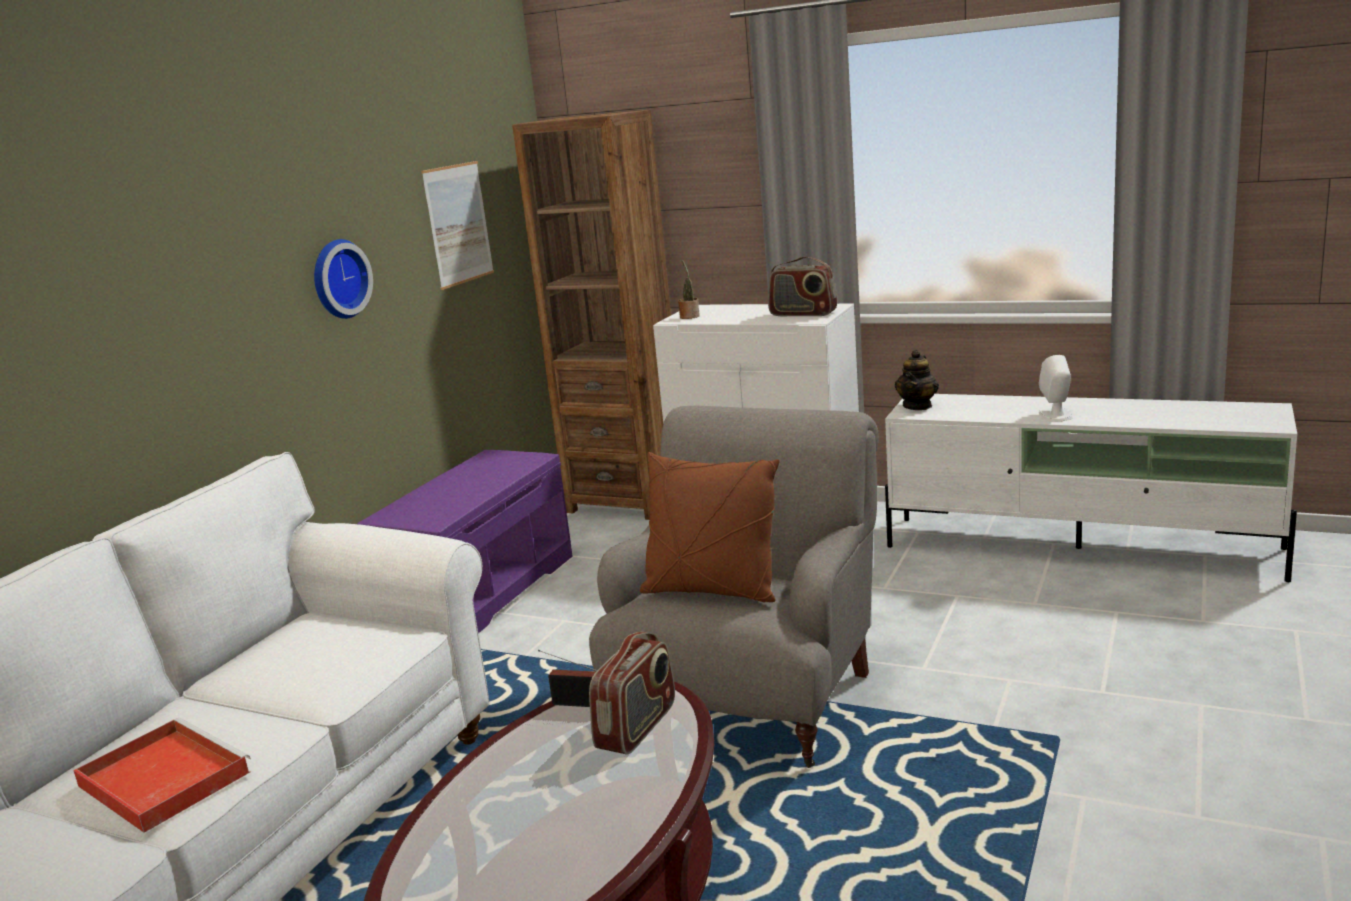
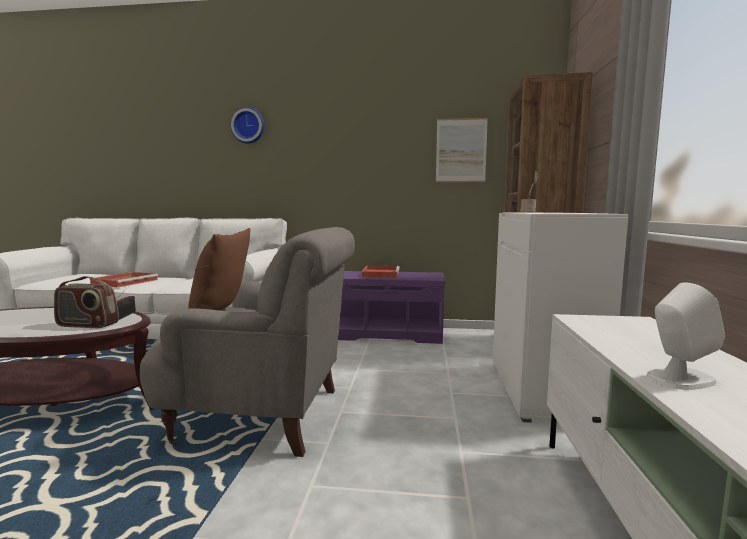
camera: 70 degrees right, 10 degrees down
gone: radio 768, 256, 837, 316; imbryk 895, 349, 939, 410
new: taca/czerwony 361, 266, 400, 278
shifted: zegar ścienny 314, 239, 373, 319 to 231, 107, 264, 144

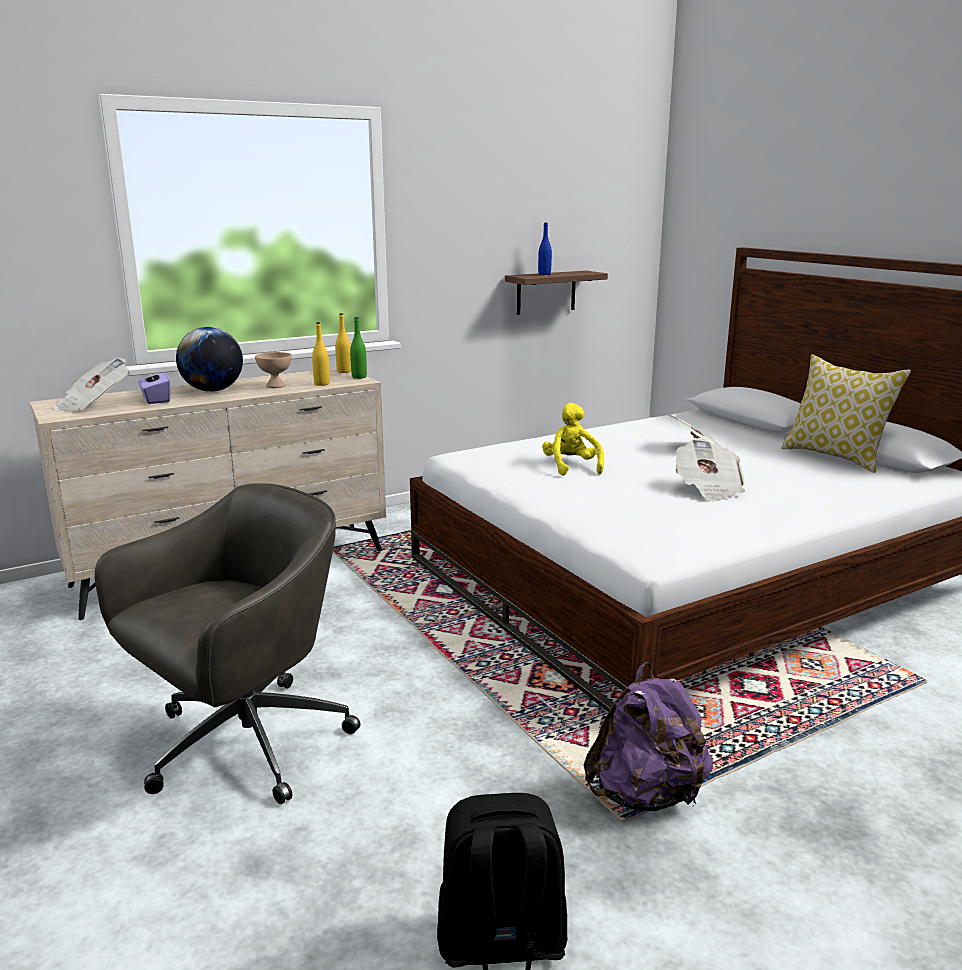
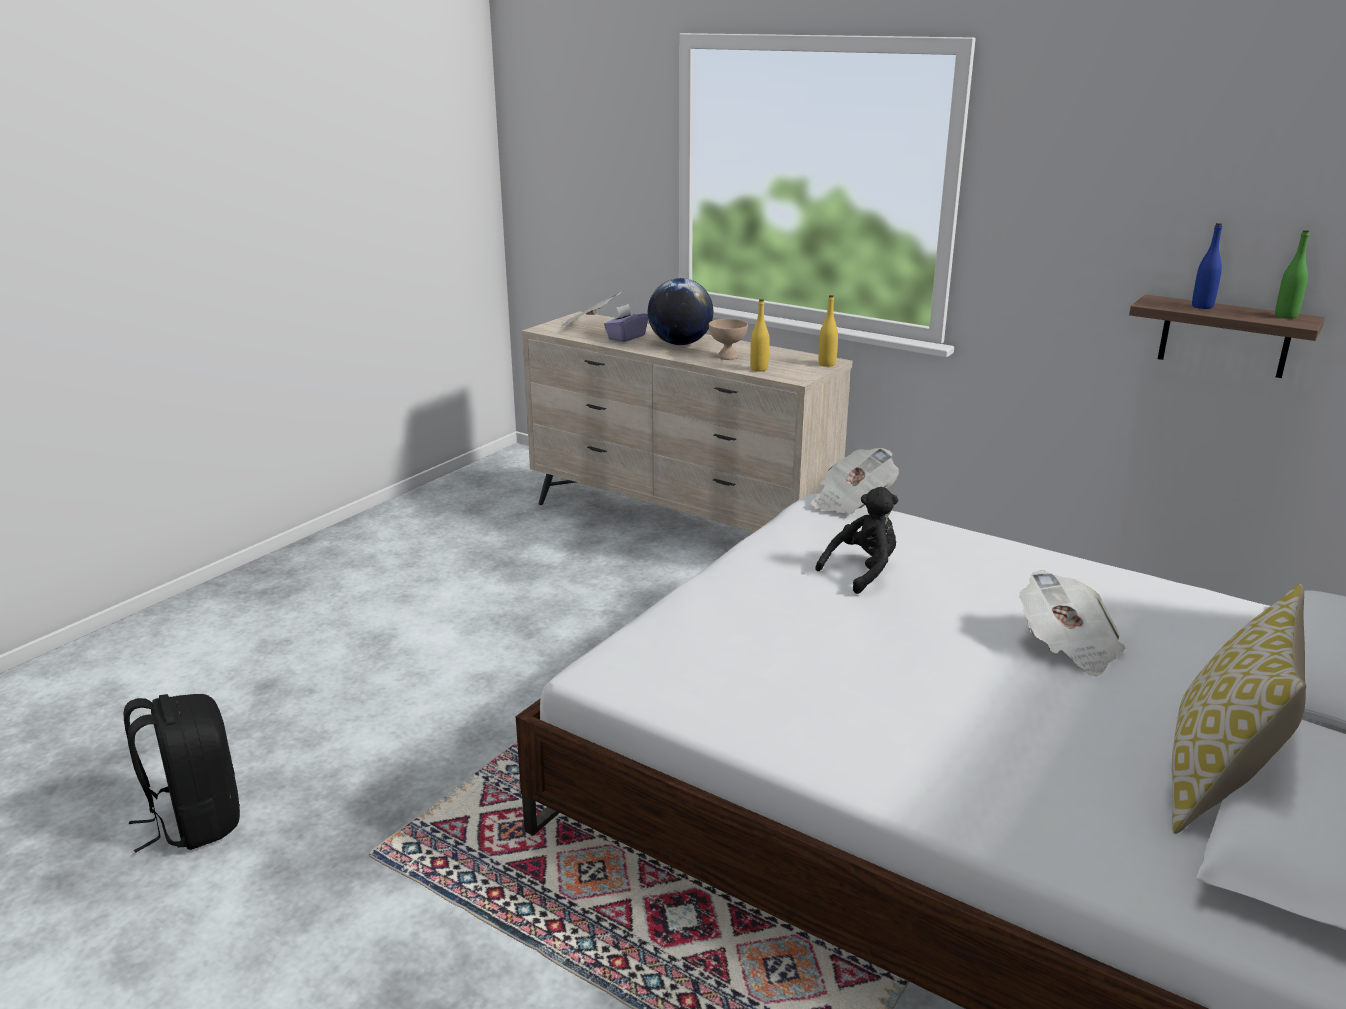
camera: 65 degrees right, 5 degrees up
gone: krzesło biurowe/szary 94, 483, 361, 804; plecak/fioletowy 584, 662, 713, 811
shifted: butelka/zielony 350, 317, 367, 379 to 1275, 230, 1309, 319; gazeta 675, 439, 745, 502 to 811, 448, 899, 514
repainted: pluszak/żółty 542, 403, 604, 476 to pluszak/czarny 815, 487, 898, 594

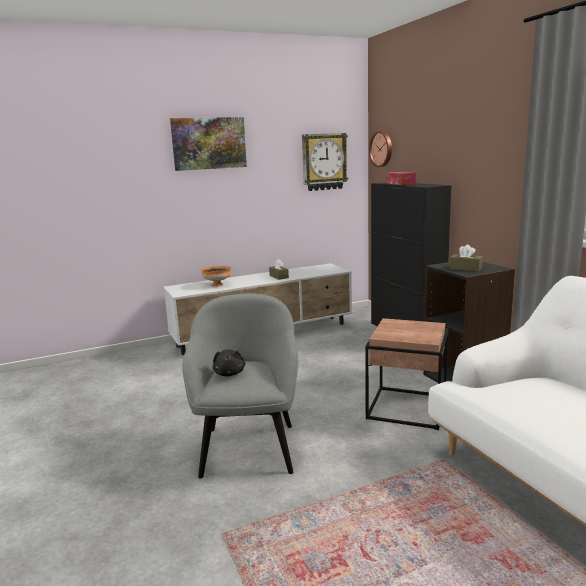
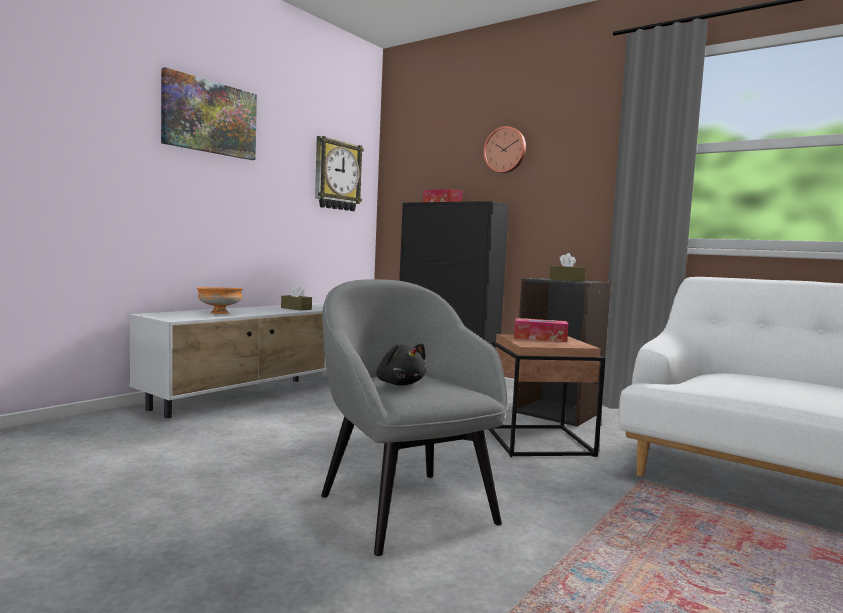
camera: 30 degrees left, 10 degrees down
new: pudełko chusteczek 514, 318, 569, 342
shifted: zegar ścienny 369, 131, 392, 167 to 483, 126, 526, 173

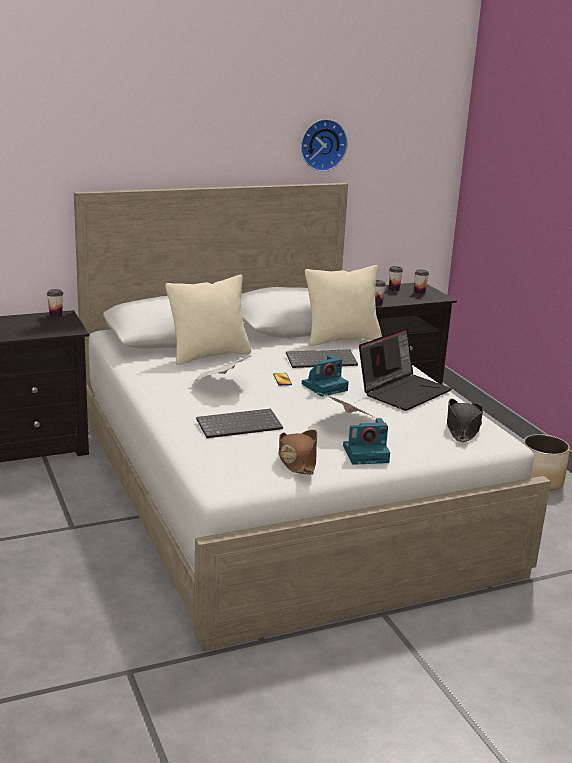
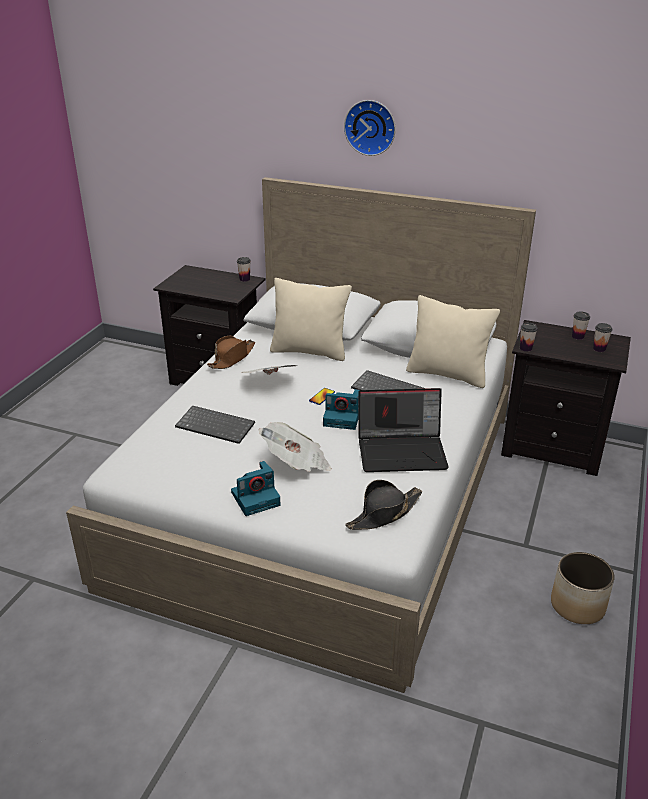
camera: 45 degrees right, 10 degrees up
shifted: zegar ścienny 301, 119, 348, 172 to 344, 100, 396, 156; kapelusz/brązowy 278, 430, 317, 474 to 207, 336, 255, 369
rotated: aparat fotograficzny 343, 418, 390, 465 = 231, 461, 281, 516 60 degrees counterclockwise

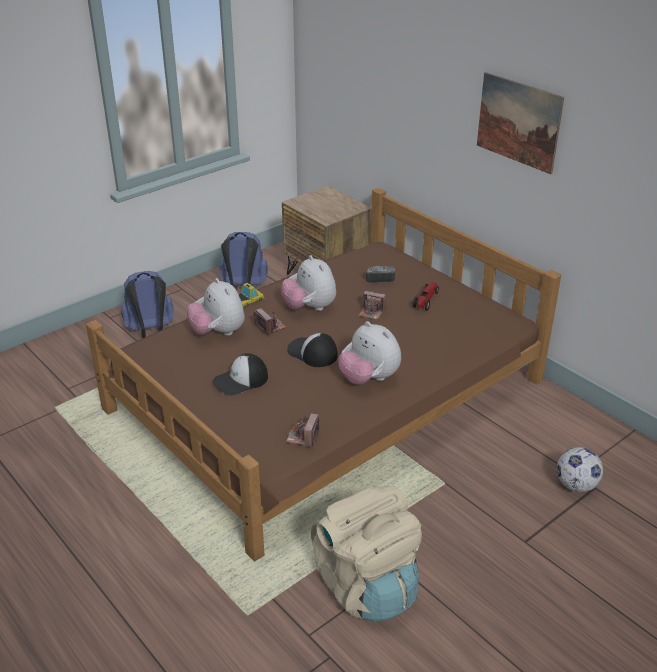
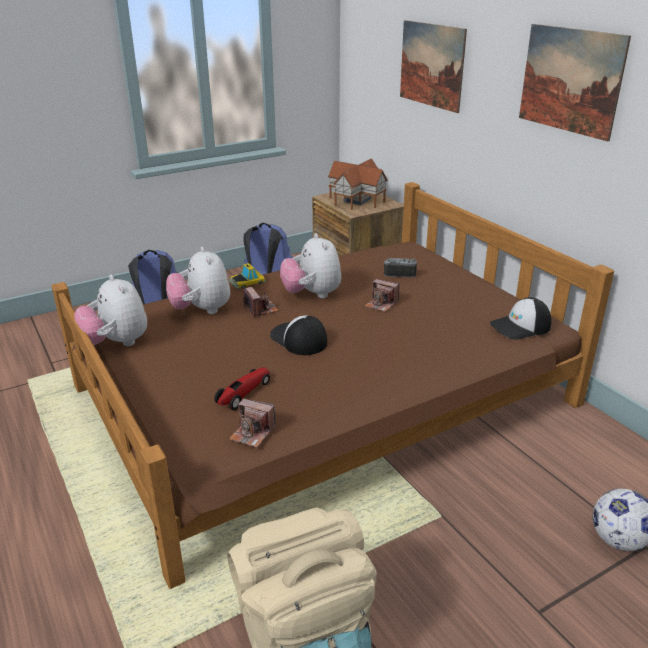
camera: 10 degrees right, 5 degrees down
new: obraz 400, 20, 467, 113; domek 328, 158, 388, 210
shifted: samochodzik 412, 282, 439, 311 to 214, 367, 270, 410; pluszak 338, 321, 401, 385 to 74, 275, 147, 346; czapka z daszkiem 213, 353, 268, 396 to 490, 297, 552, 340
rotated: aparat fotograficzny 286, 413, 319, 447 = 229, 398, 276, 448 90 degrees counterclockwise

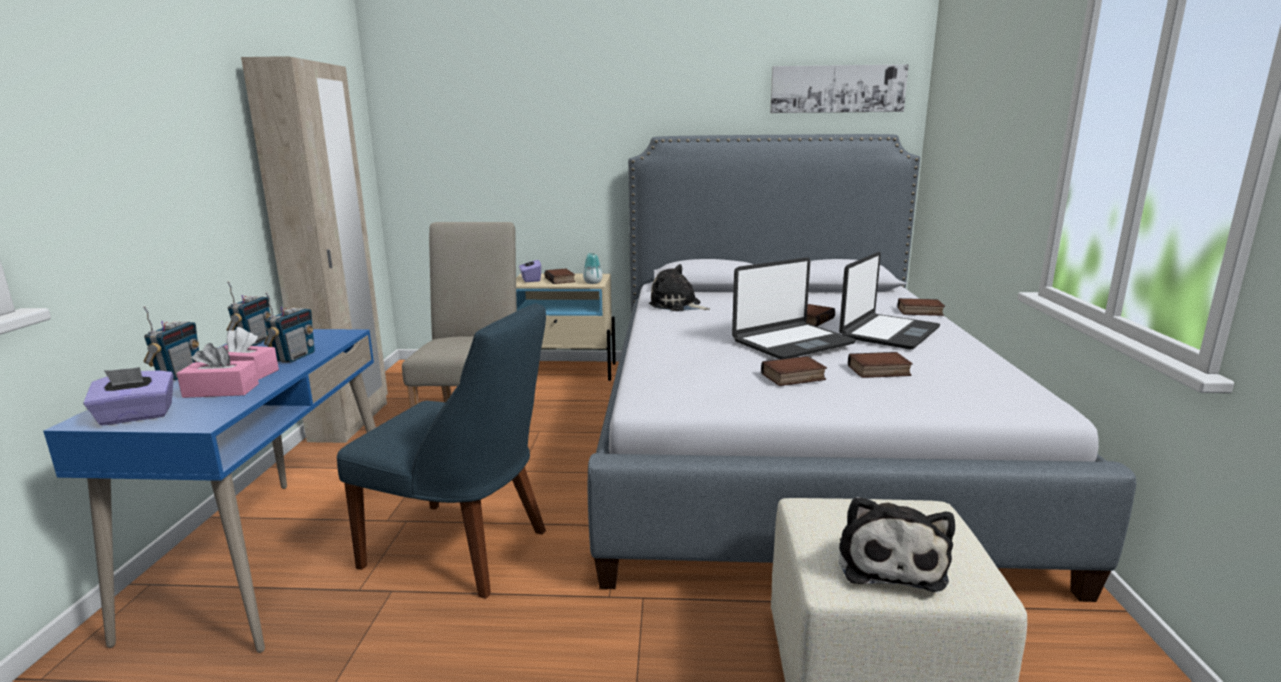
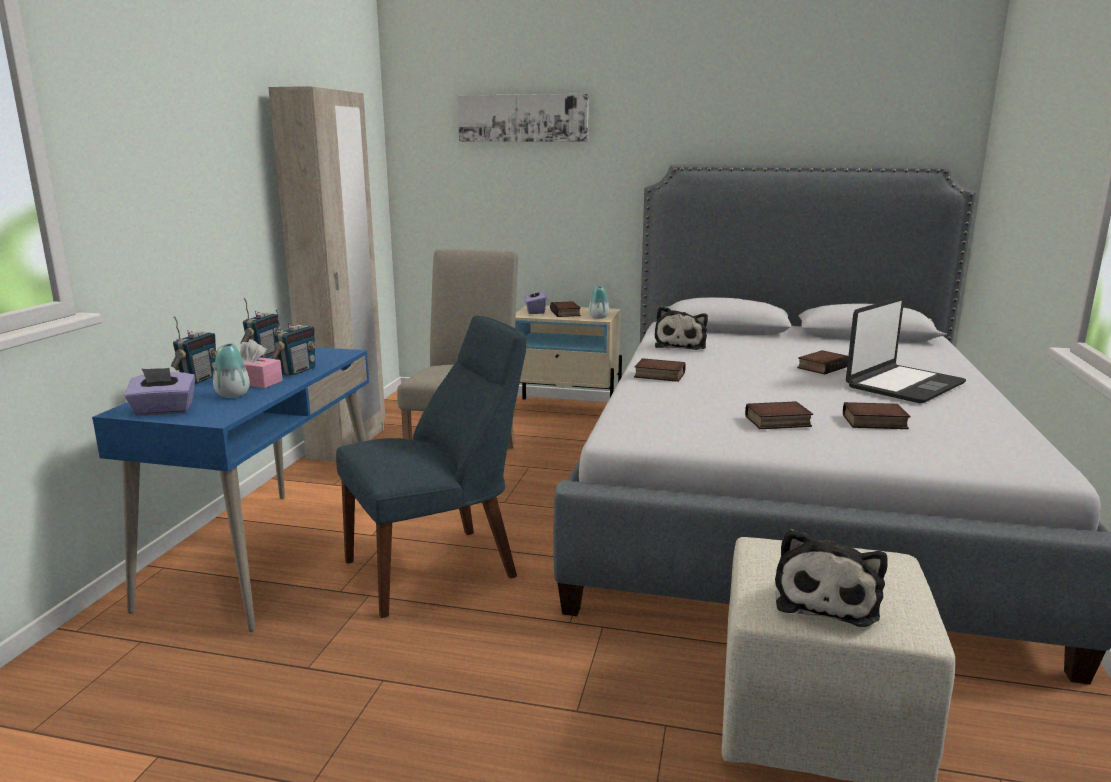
camera: 10 degrees right, 0 degrees up
gone: laptop 732, 257, 856, 359
shifted: obraz 770, 64, 909, 113 to 458, 94, 589, 142; książka 898, 298, 945, 316 to 634, 358, 686, 382
swapped: pudełko chusteczek/różowy 177, 343, 259, 398 to wazon 213, 343, 250, 398
rotated: pluszak 649, 264, 710, 311 = 655, 306, 708, 350 120 degrees counterclockwise; krzesło/niebieski 337, 303, 546, 598 = 336, 316, 527, 618 60 degrees counterclockwise

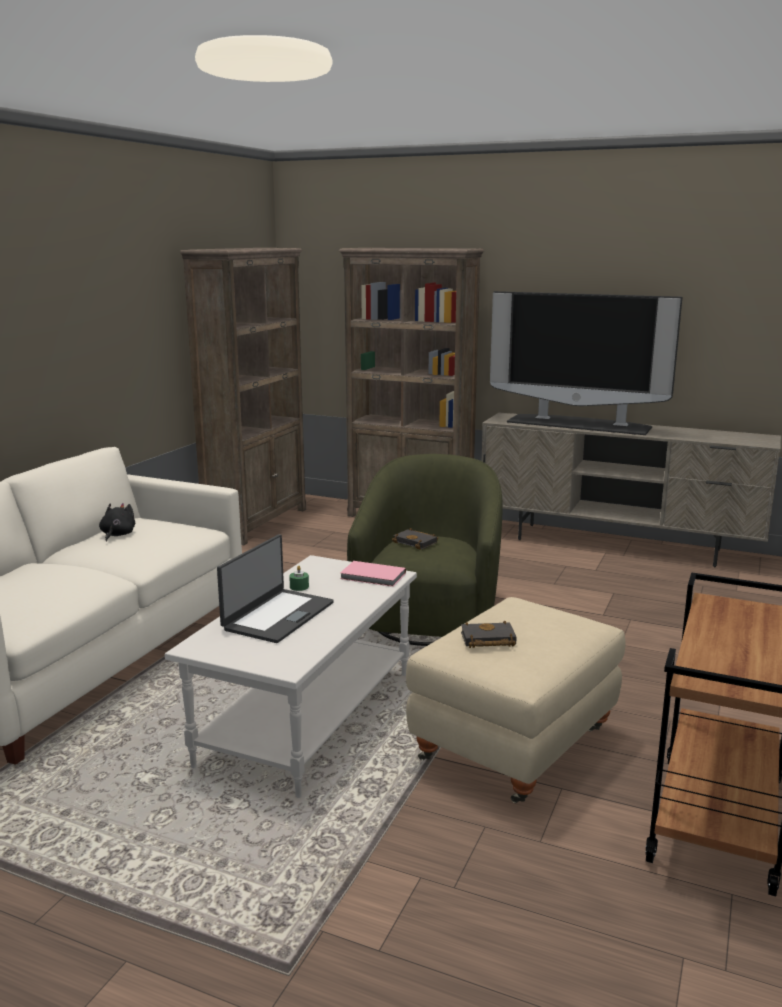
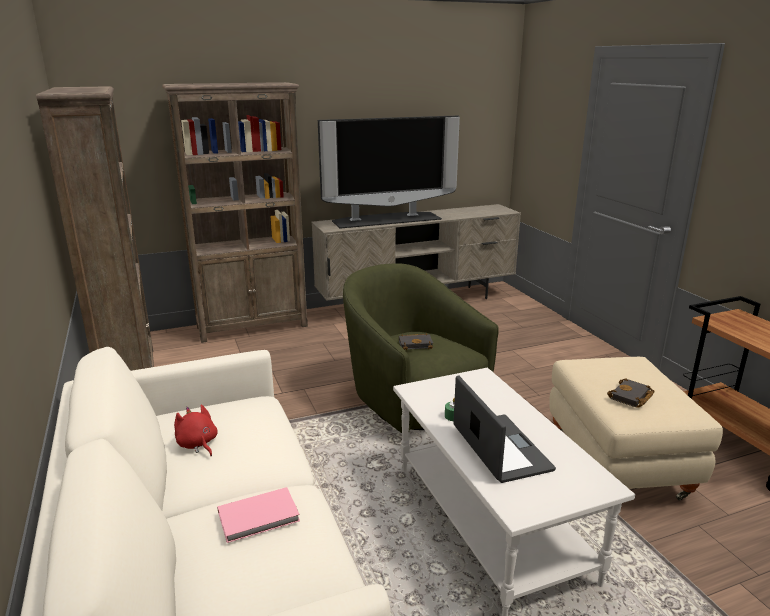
camera: 45 degrees left, 5 degrees up
shifted: książka/różowy 340, 561, 406, 587 to 217, 487, 300, 543
repainted: pluszak/czarny 99, 503, 135, 542 to pluszak/czerwony 174, 404, 218, 456

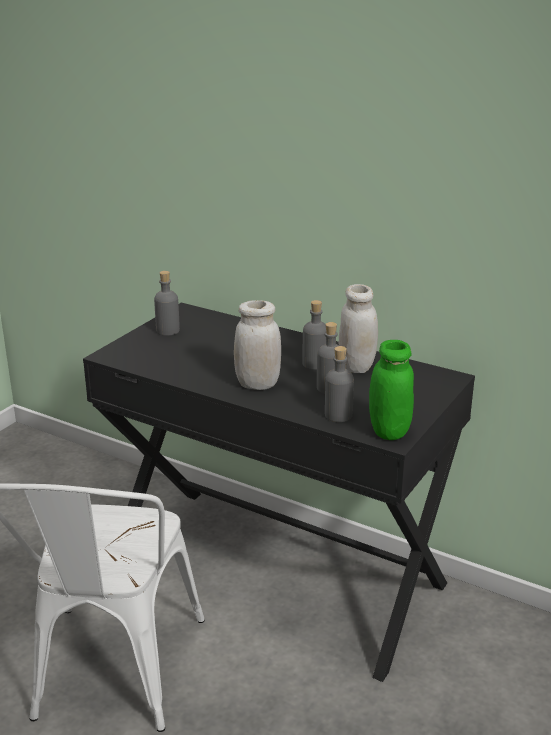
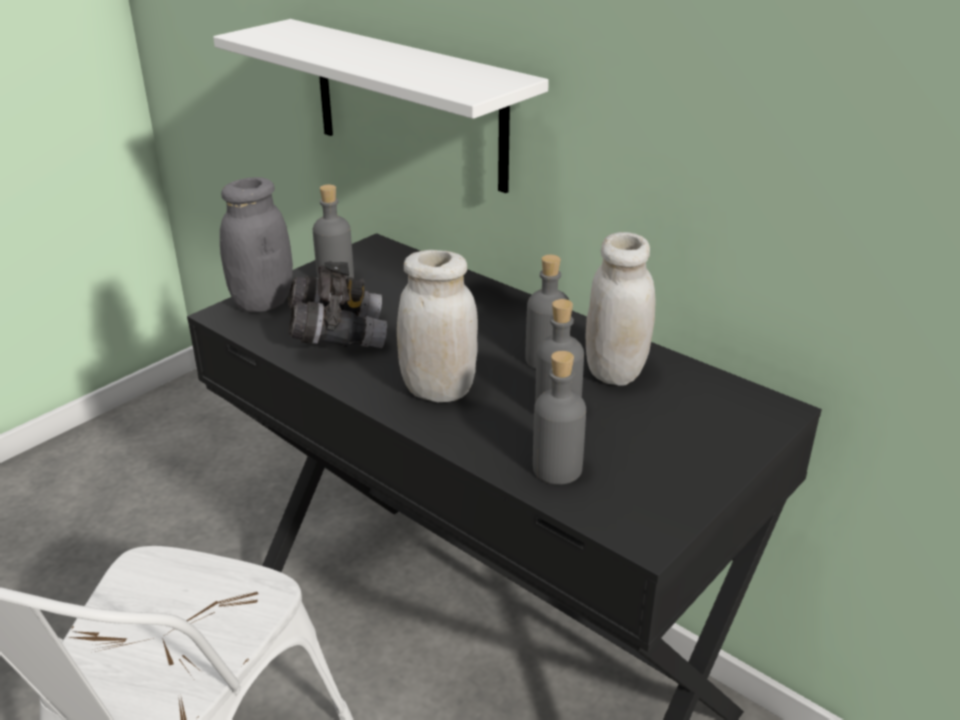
camera: 10 degrees right, 5 degrees up
gone: słoik/zielony 369, 340, 414, 440
new: półka/biały 213, 19, 549, 193; słoik/szary 220, 177, 293, 312; lornetka/szary 288, 261, 387, 348

